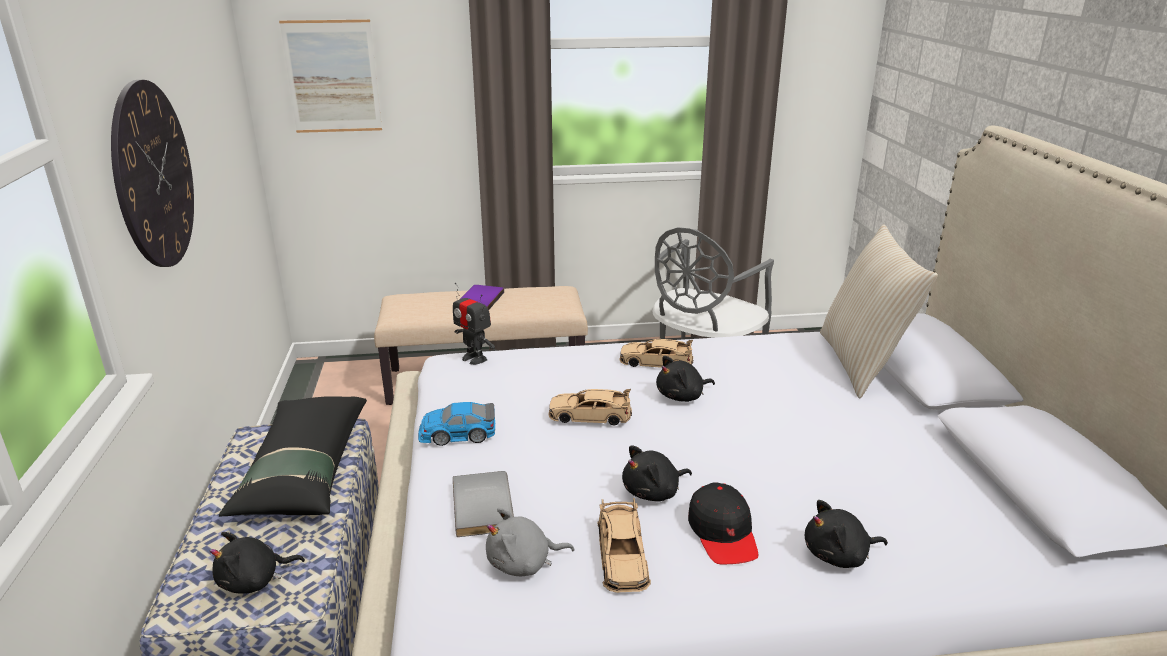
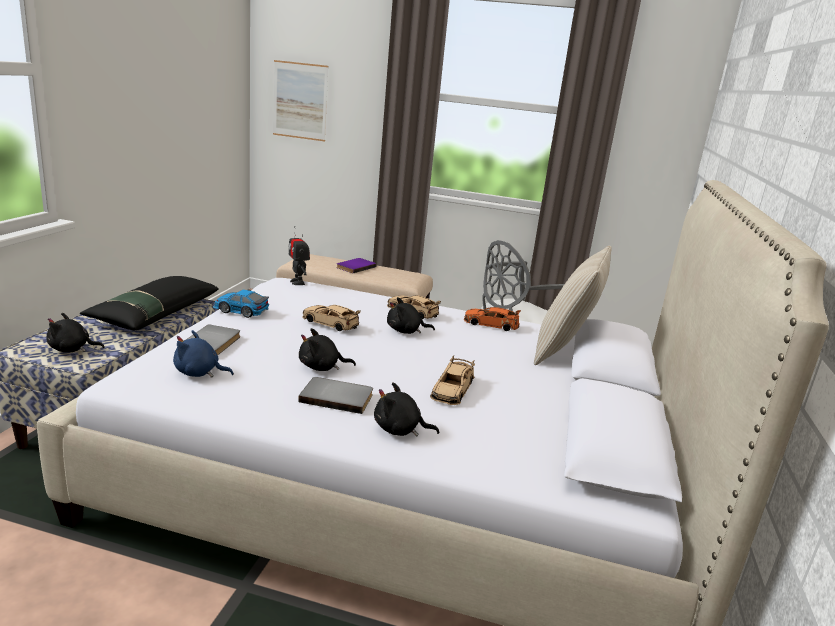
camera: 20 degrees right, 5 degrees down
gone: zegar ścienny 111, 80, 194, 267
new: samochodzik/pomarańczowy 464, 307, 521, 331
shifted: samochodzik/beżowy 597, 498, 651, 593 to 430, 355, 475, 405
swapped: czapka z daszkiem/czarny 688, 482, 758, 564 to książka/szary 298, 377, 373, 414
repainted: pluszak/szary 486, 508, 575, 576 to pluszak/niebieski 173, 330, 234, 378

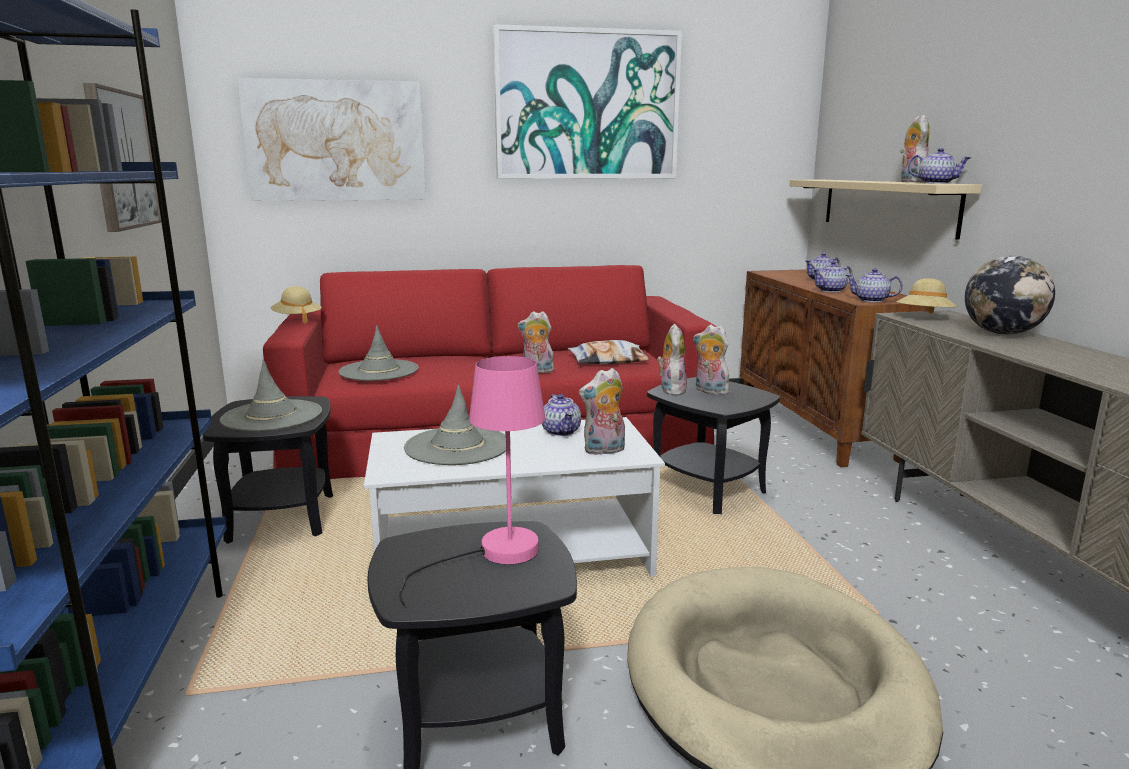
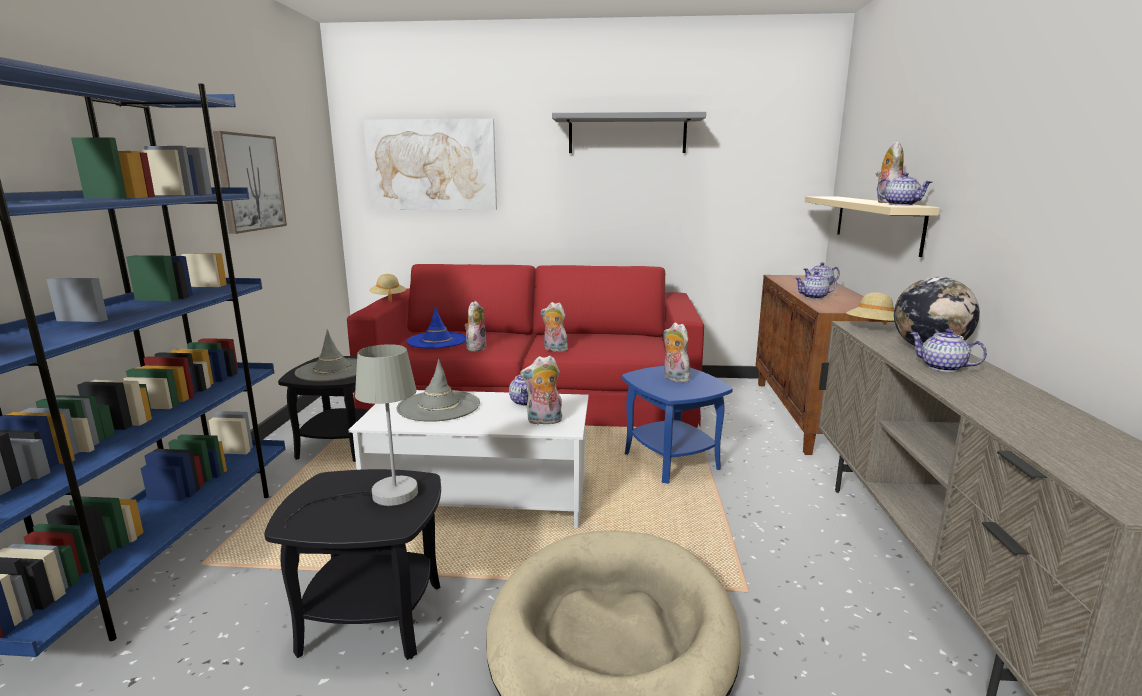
camera: 15 degrees right, 0 degrees up
gone: poduszka 568, 340, 650, 364
shifted: imbryk 846, 269, 903, 302 to 910, 329, 987, 372; pluszak 657, 324, 687, 395 to 464, 301, 487, 352
swapped: obraz 493, 24, 682, 179 to półka/szary 552, 112, 706, 153
repainted: kapelusz/szary 339, 325, 419, 381 to kapelusz/niebieski 407, 306, 466, 349; lampa stołowa/różowy 399, 356, 545, 608 to lampa stołowa/szary 284, 344, 418, 528; stolik/czarny 647, 377, 780, 514 to stolik/niebieski 622, 366, 733, 484

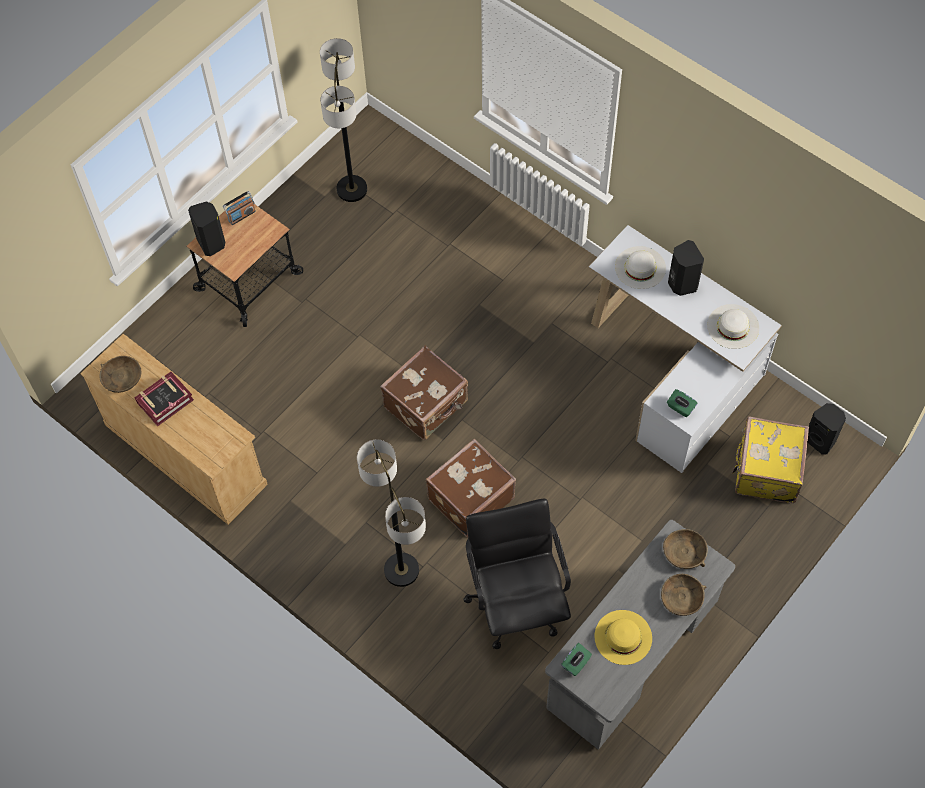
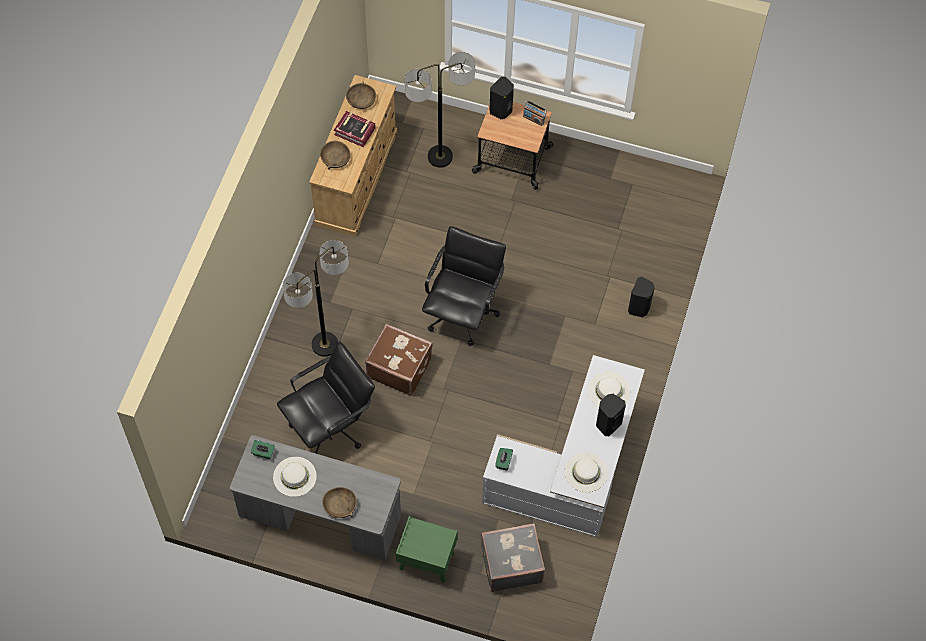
camera: 65 degrees right, 0 degrees up
new: szafka nocna/zielony 396, 516, 458, 583
shifted: lampa stojąca 320, 38, 367, 202 to 404, 52, 475, 168; głośnik/czarny 807, 403, 846, 455 to 628, 277, 655, 317; miska/brązowy 663, 529, 708, 569 to 320, 141, 351, 170
swapped: walizka/brązowy 380, 346, 468, 440 to krzesło biurowe/czarny 422, 226, 506, 346
repainted: walizka/żółty 732, 416, 809, 503 to walizka/szary 481, 523, 545, 592; kapelusz/żółty 594, 610, 652, 665 to kapelusz/biały 273, 457, 317, 497

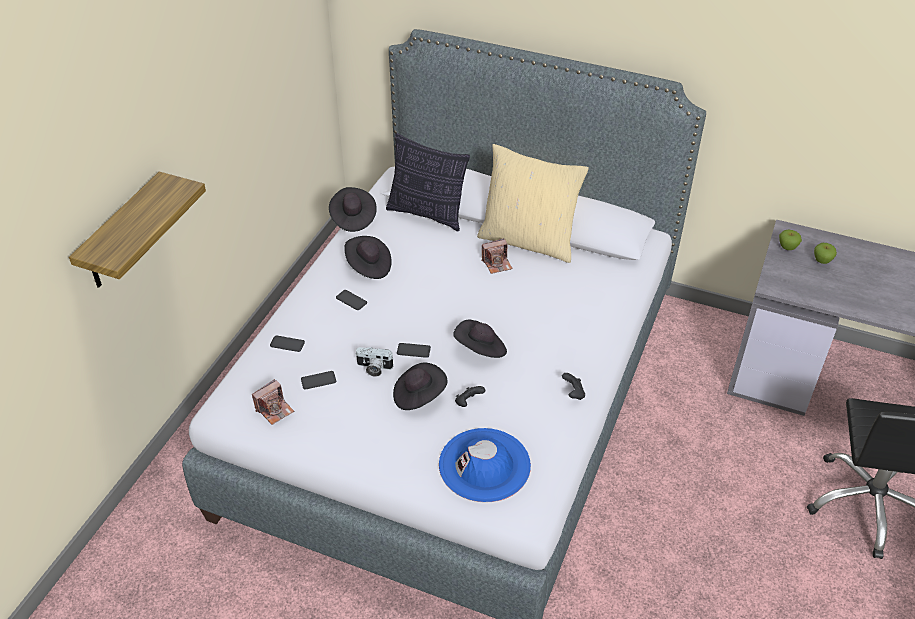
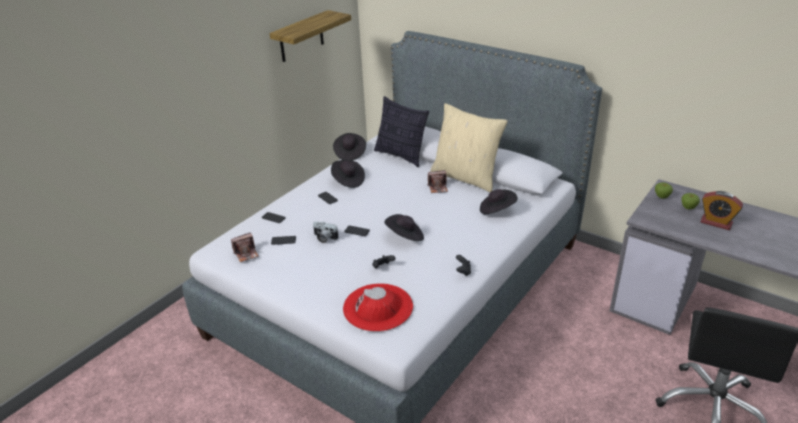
camera: 15 degrees right, 10 degrees down
new: budzik 701, 191, 743, 230
shifted: półka 69, 171, 206, 288 to 269, 10, 351, 62; kapelusz/czarny 393, 363, 447, 410 to 480, 189, 518, 214
repainted: kapelusz/niebieski 439, 428, 531, 503 to kapelusz/czerwony 343, 283, 413, 332

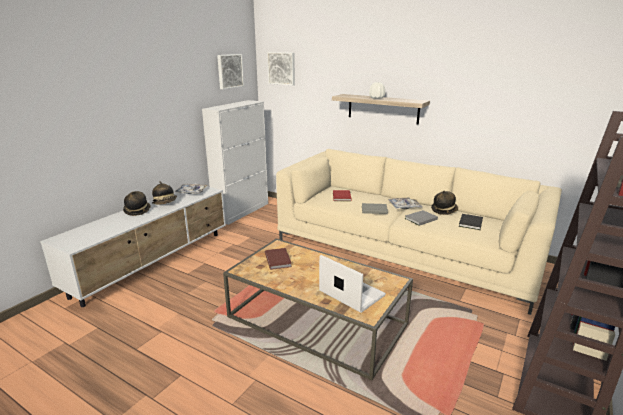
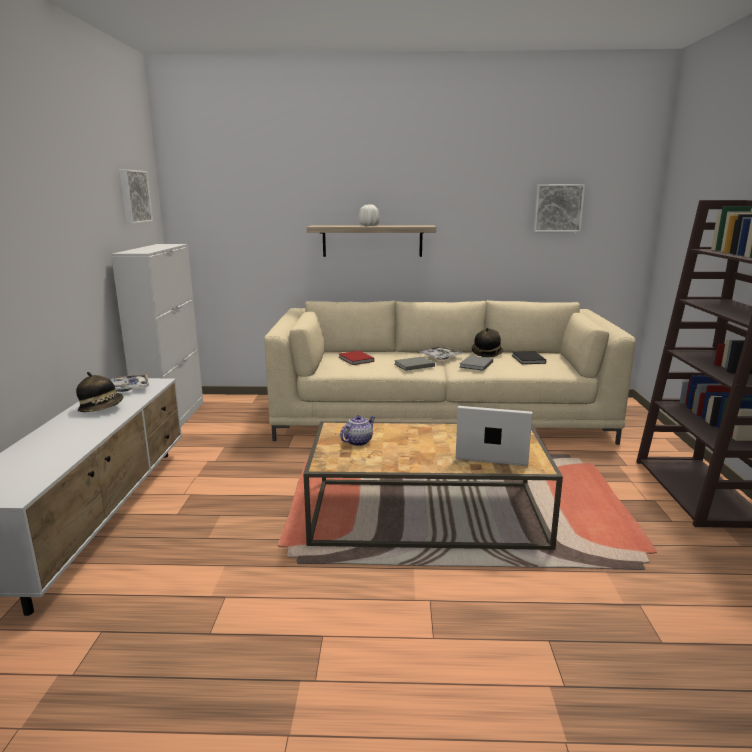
camera: 30 degrees left, 5 degrees down
gone: kapelusz 123, 191, 151, 216
shifted: obraz 267, 52, 295, 85 to 533, 184, 585, 232
swapped: książka/brązowy 265, 248, 292, 270 to imbryk 340, 415, 375, 446

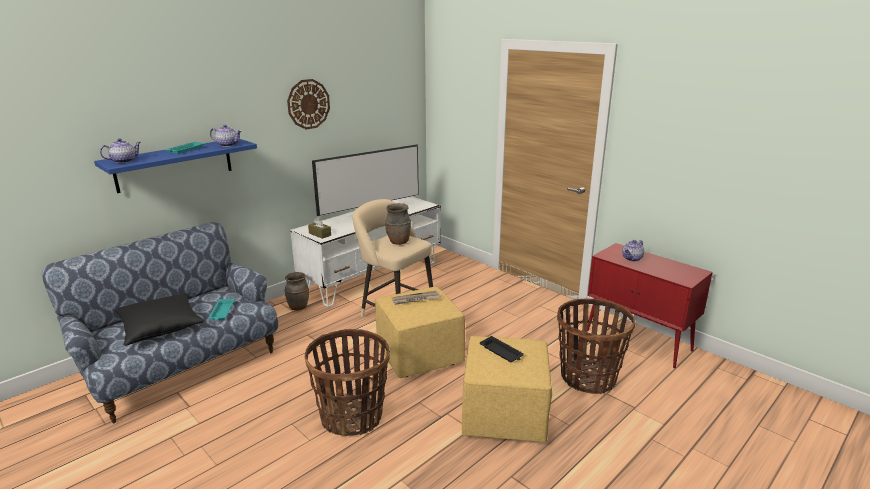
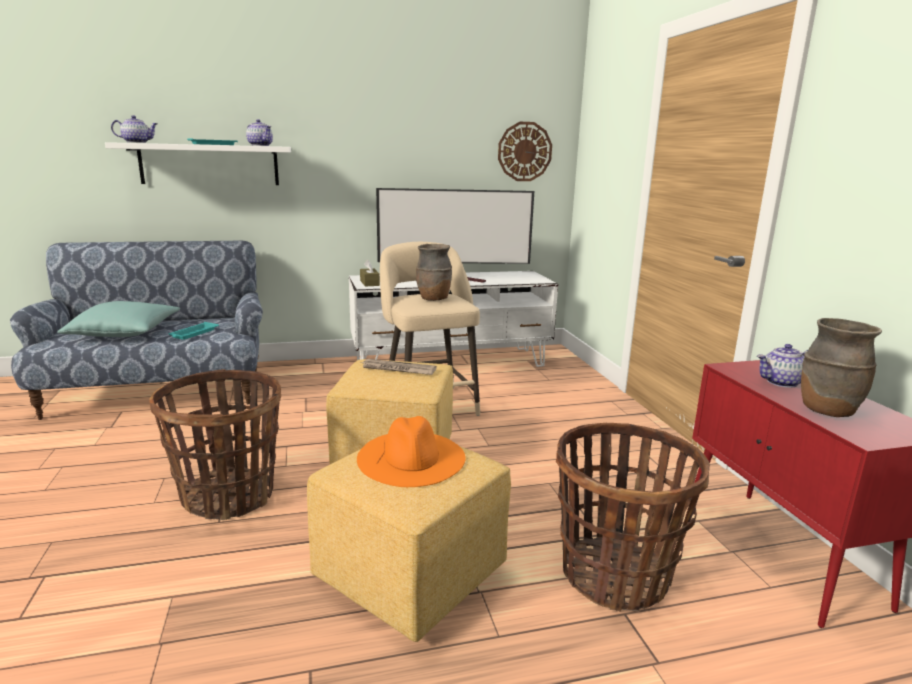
camera: 30 degrees right, 5 degrees down
shifted: zegar ścienny 287, 79, 330, 129 to 498, 122, 552, 181; wazon/brązowy 284, 272, 309, 310 to 801, 318, 882, 417
swapped: taca/czarny 480, 336, 524, 362 to kapelusz/pomarańczowy 357, 416, 466, 487
repainted: półka/niebieski 94, 139, 257, 193 to półka/biały 105, 142, 291, 185; poduszka/czarny 115, 293, 204, 346 to poduszka/turkusowy 57, 301, 180, 337

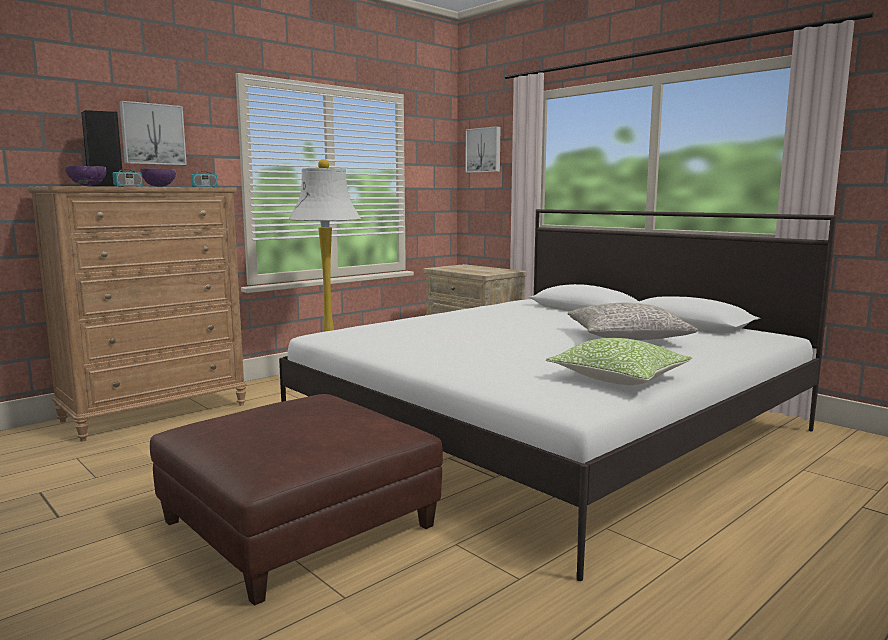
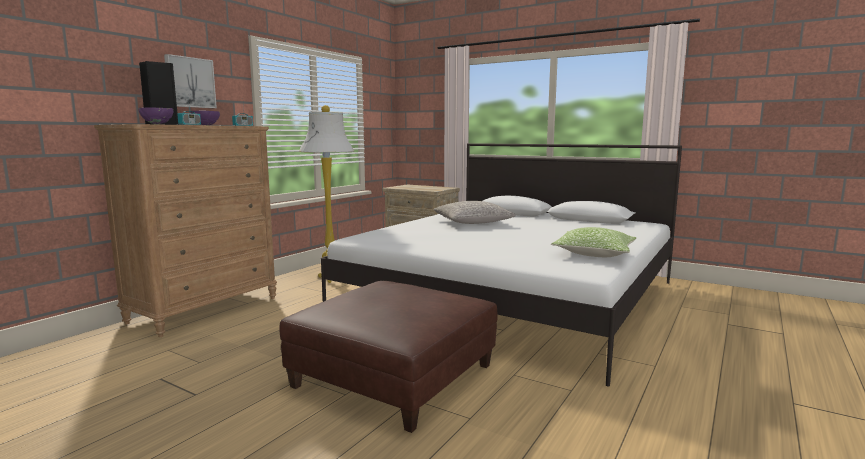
camera: 15 degrees left, 0 degrees up
gone: obraz 465, 126, 500, 173
shifted: poduszka/szary 567, 303, 698, 340 to 433, 201, 516, 224

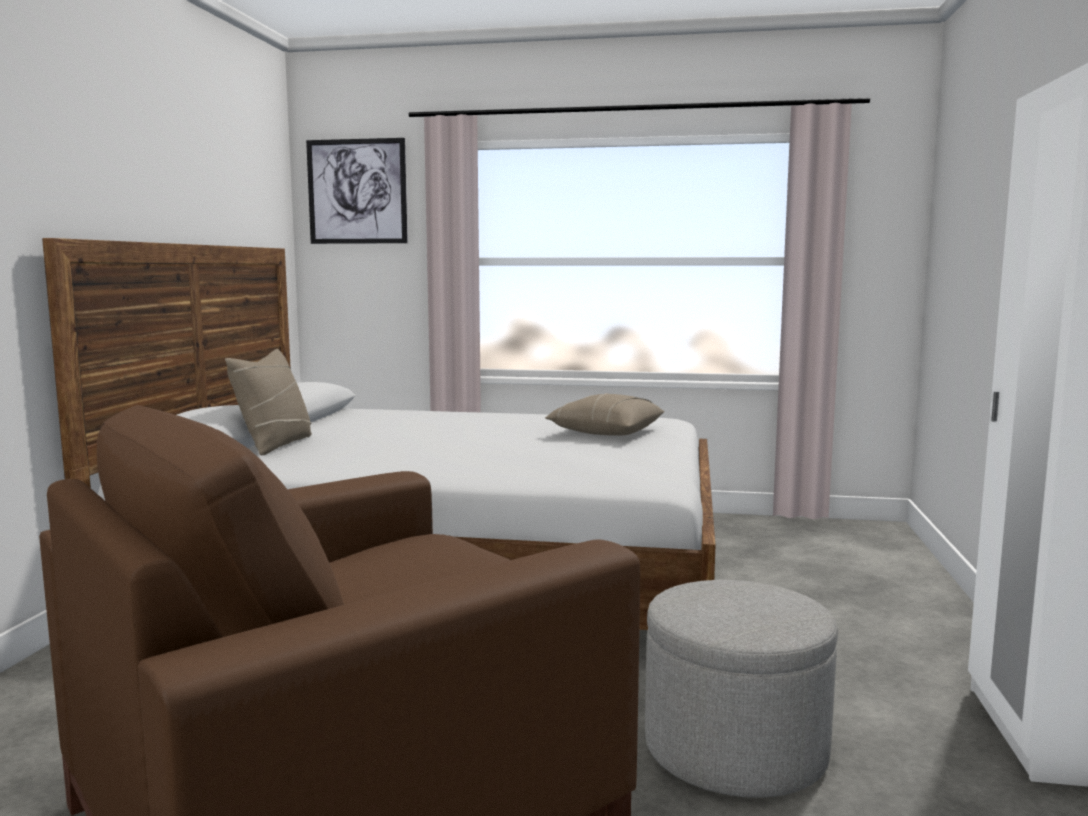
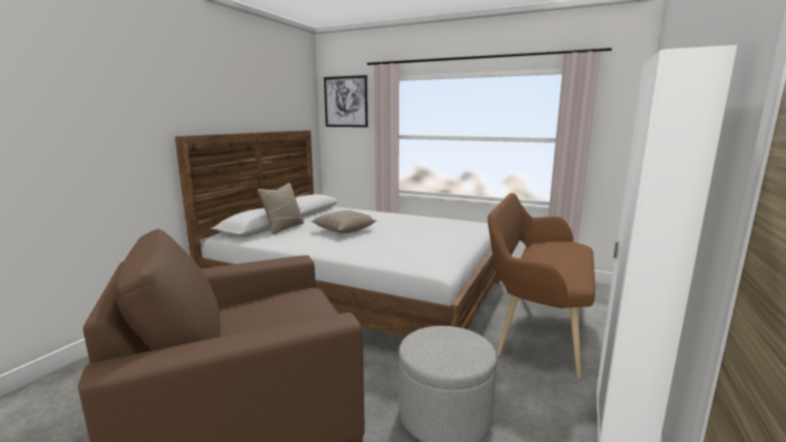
camera: 15 degrees right, 5 degrees up
new: ławka/brązowy 488, 193, 595, 379
shifted: poduszka/beżowy 545, 393, 665, 436 to 311, 210, 377, 233

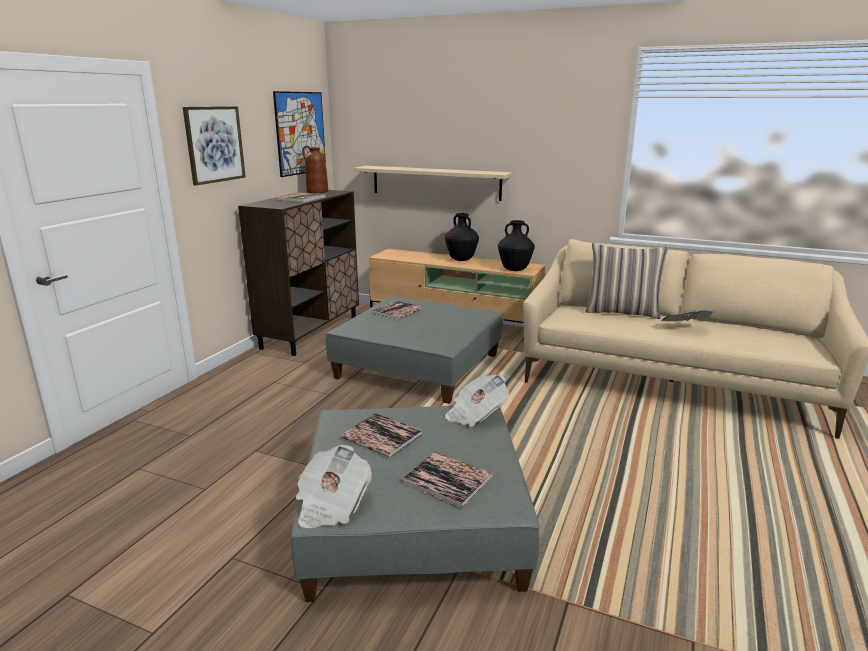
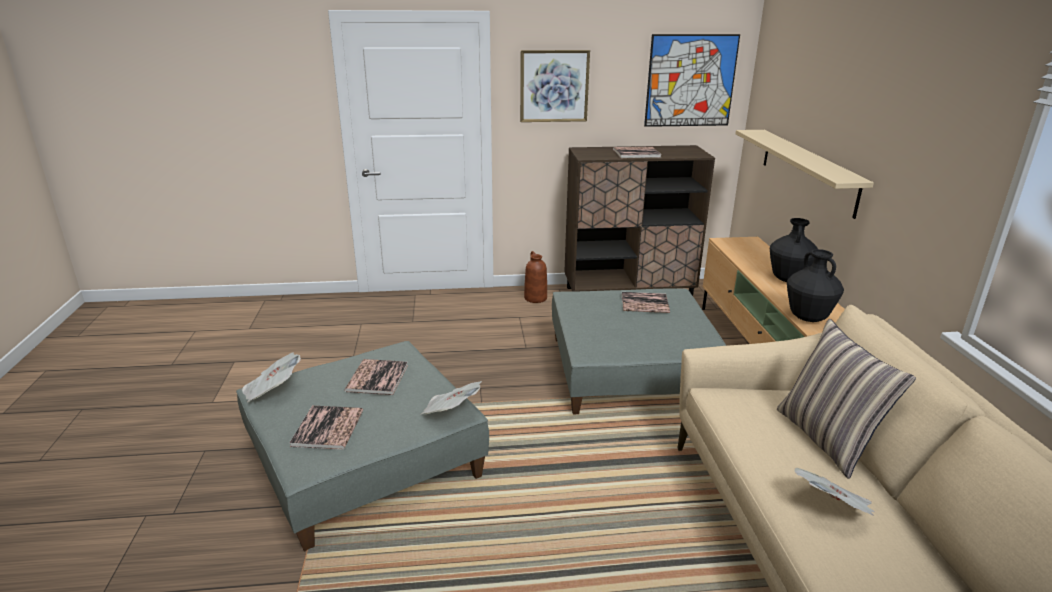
camera: 60 degrees right, 5 degrees up
shifted: wazon/brązowy 302, 146, 328, 193 to 524, 251, 547, 303

